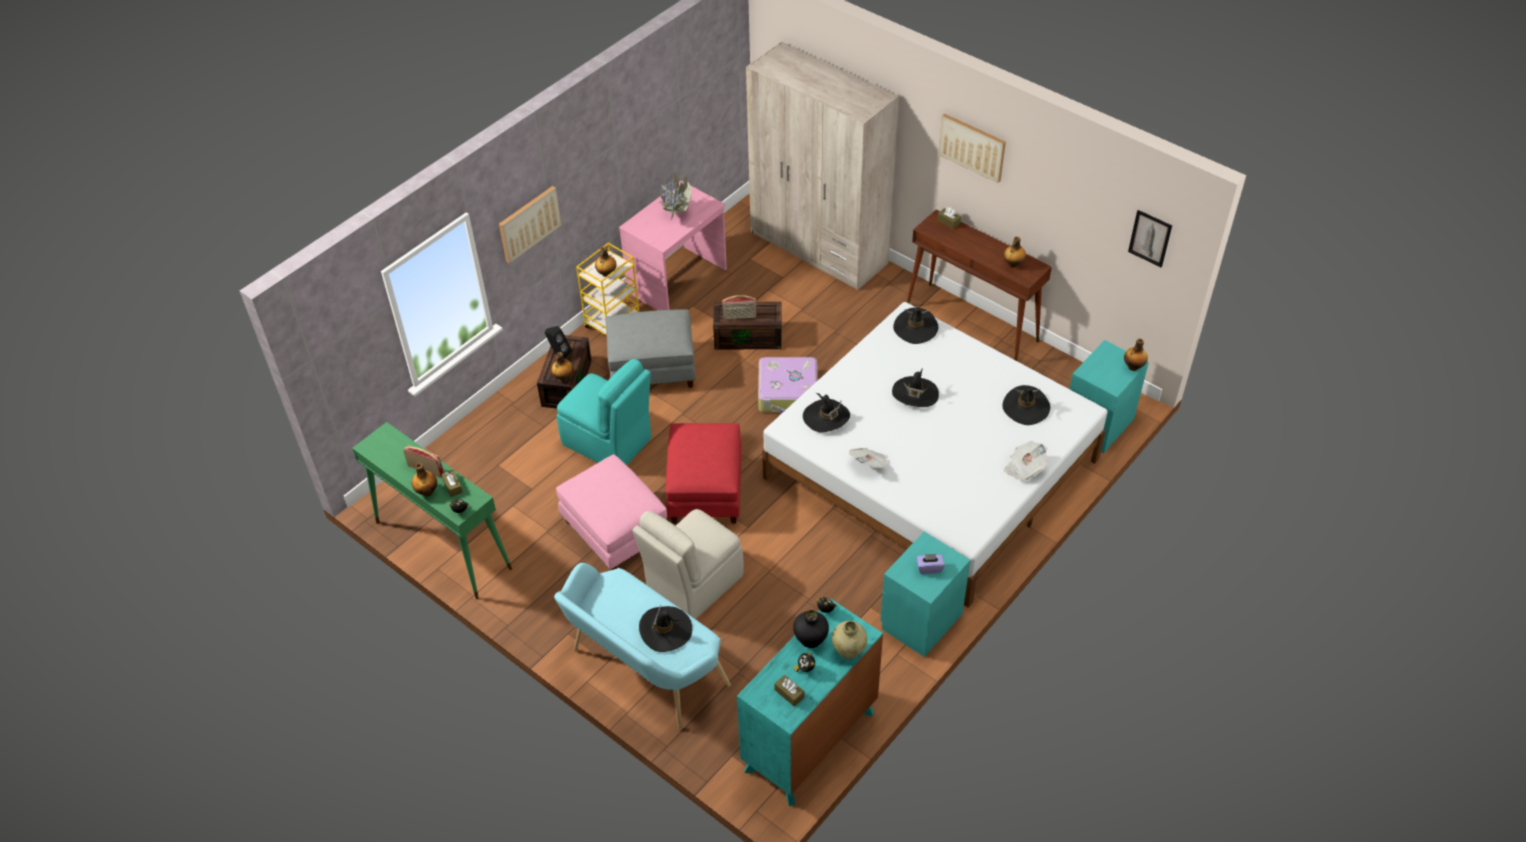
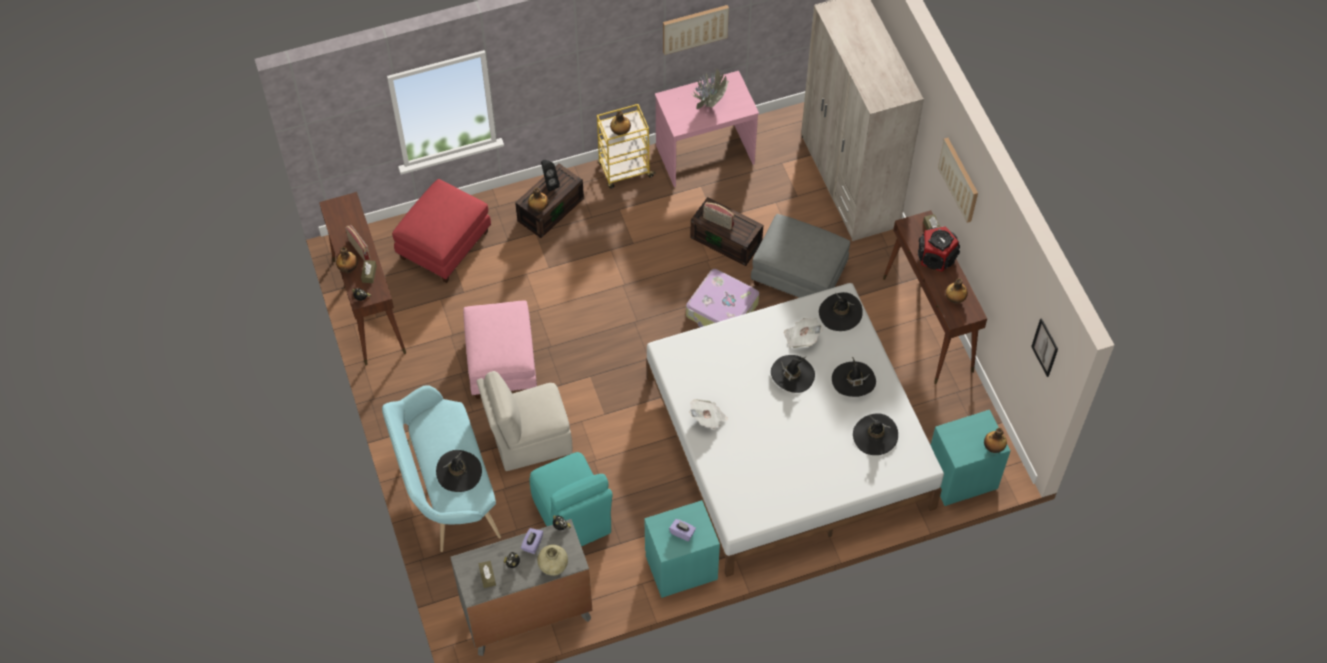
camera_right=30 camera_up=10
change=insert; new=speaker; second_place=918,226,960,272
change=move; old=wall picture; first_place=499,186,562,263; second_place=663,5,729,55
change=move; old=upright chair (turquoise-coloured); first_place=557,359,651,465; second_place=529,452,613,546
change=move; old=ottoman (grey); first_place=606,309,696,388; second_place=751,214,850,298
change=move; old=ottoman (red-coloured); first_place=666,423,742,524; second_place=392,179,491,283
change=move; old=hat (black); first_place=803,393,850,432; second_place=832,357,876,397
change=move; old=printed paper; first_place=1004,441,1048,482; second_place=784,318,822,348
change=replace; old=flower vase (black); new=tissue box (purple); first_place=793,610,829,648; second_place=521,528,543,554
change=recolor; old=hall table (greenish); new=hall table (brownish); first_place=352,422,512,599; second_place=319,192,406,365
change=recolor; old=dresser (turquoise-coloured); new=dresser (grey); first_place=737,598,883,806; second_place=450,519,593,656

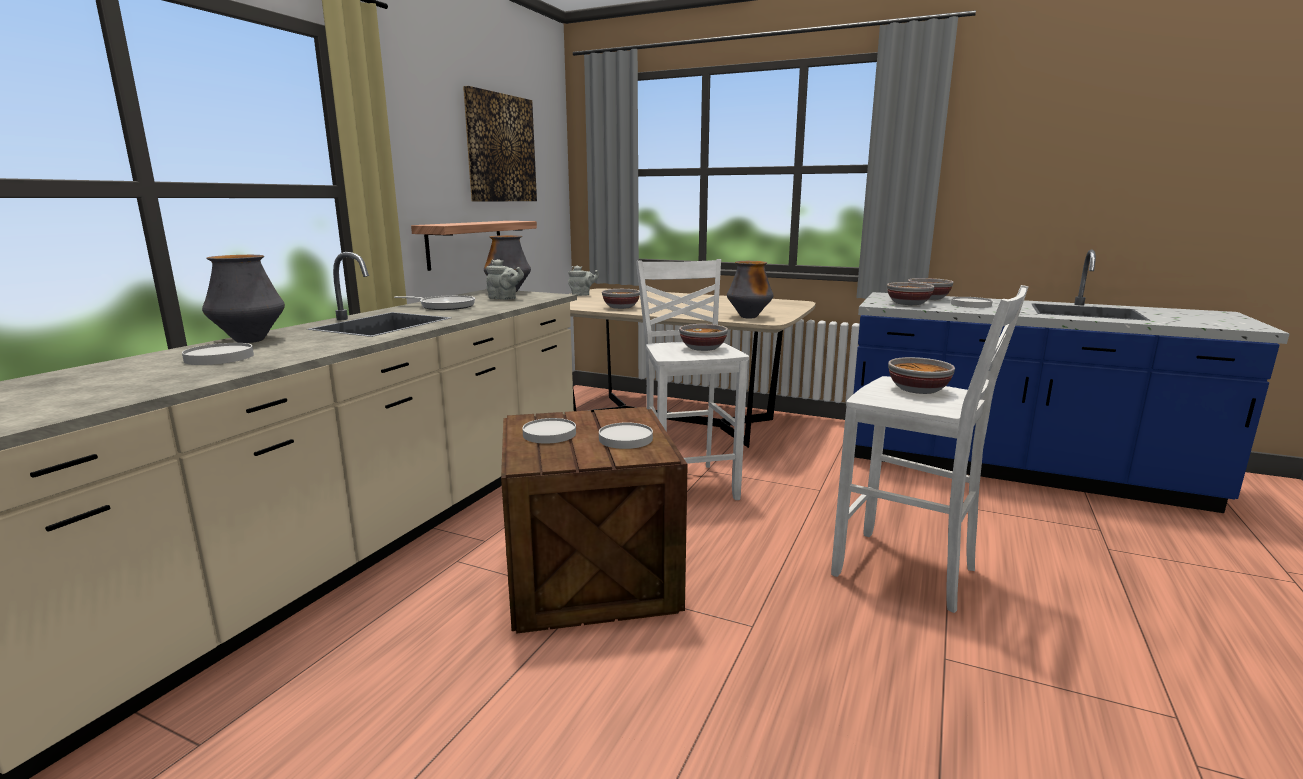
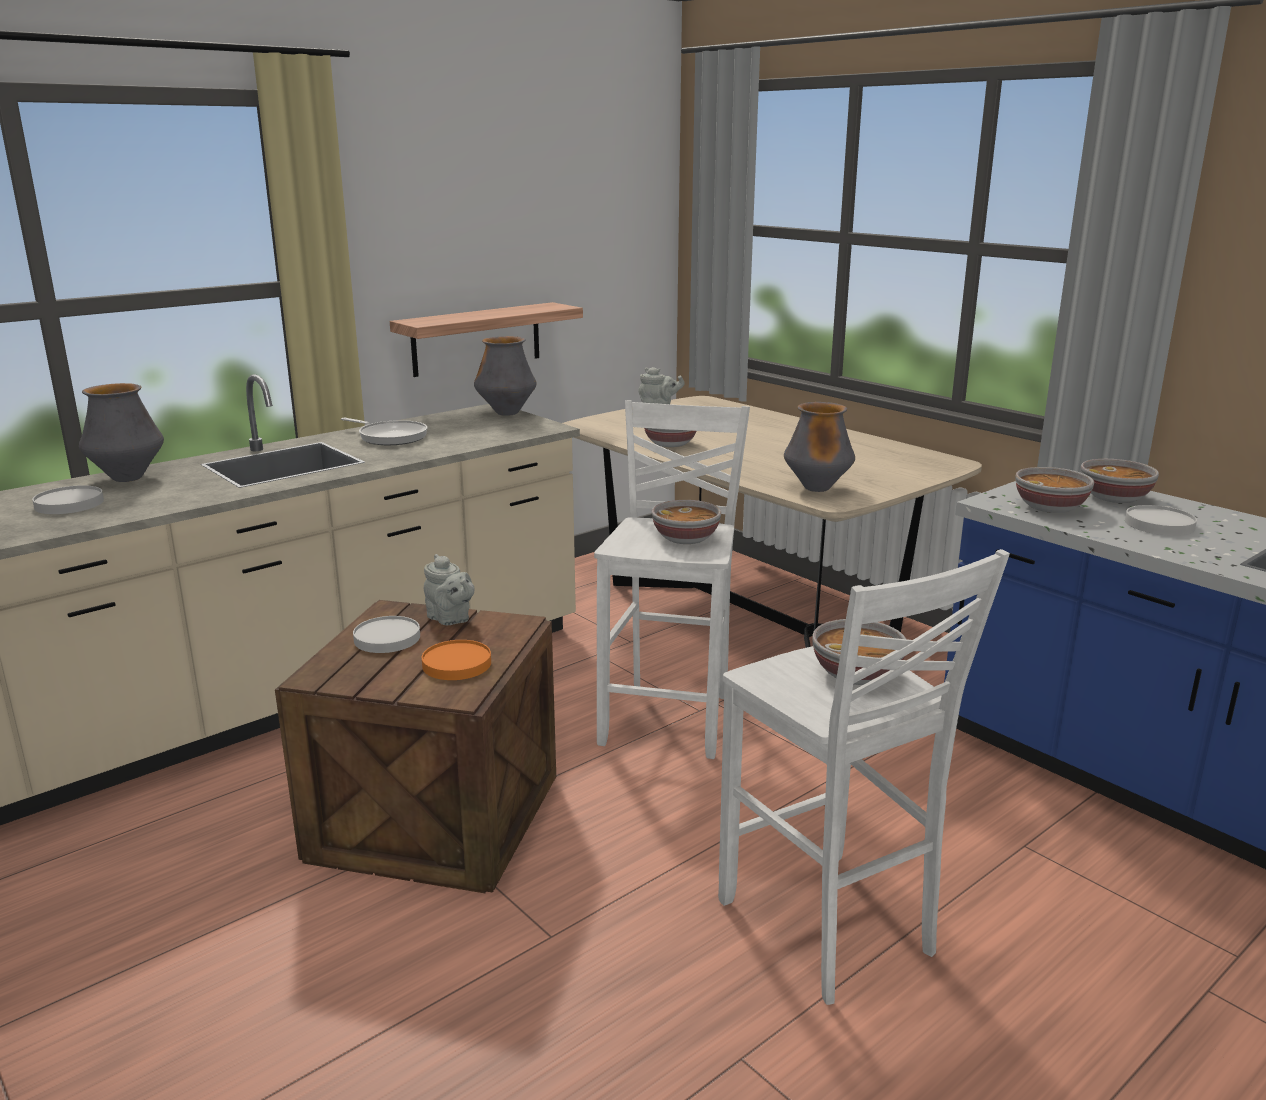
camera_right=25 camera_up=5
change=delete; old=wall picture; first_place=463,86,537,202
change=move; old=pot for tea (grey); first_place=486,259,524,300; second_place=424,554,475,625
change=recolor; old=dinner plate (whitish); new=dinner plate (orange-coloured); first_place=599,422,653,449; second_place=422,640,491,680

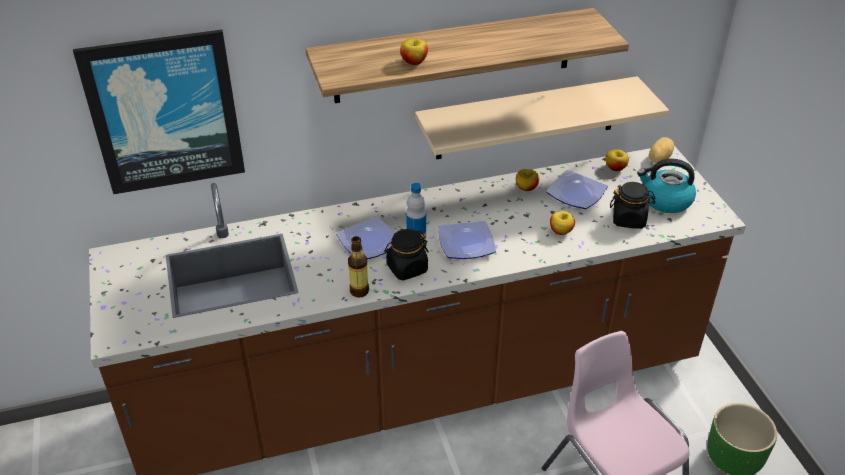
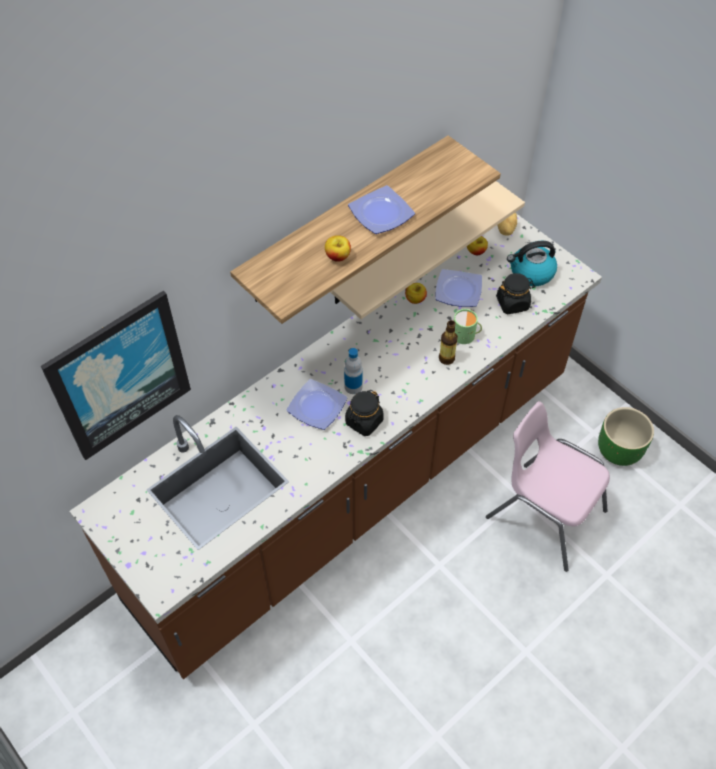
camera_right=-25 camera_up=15
change=move; old=drink bottle; first_place=348,236,369,298; second_place=439,320,458,365
change=move; old=dinner plate; first_place=439,221,496,259; second_place=348,185,415,234
change=replace; old=apple fruit; new=tea mug (greenish); first_place=550,211,575,235; second_place=454,309,482,344

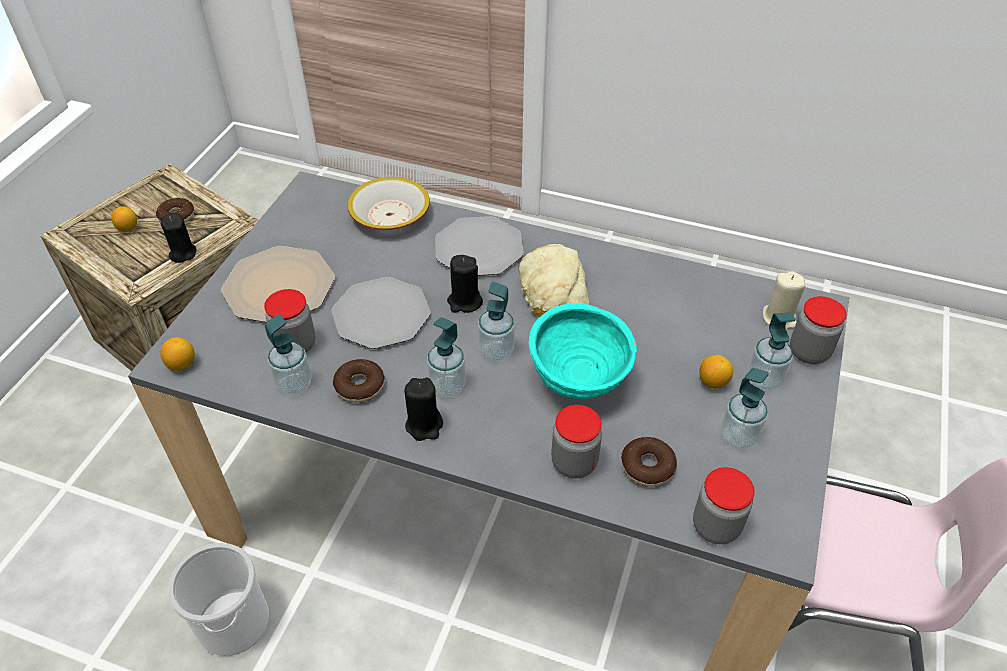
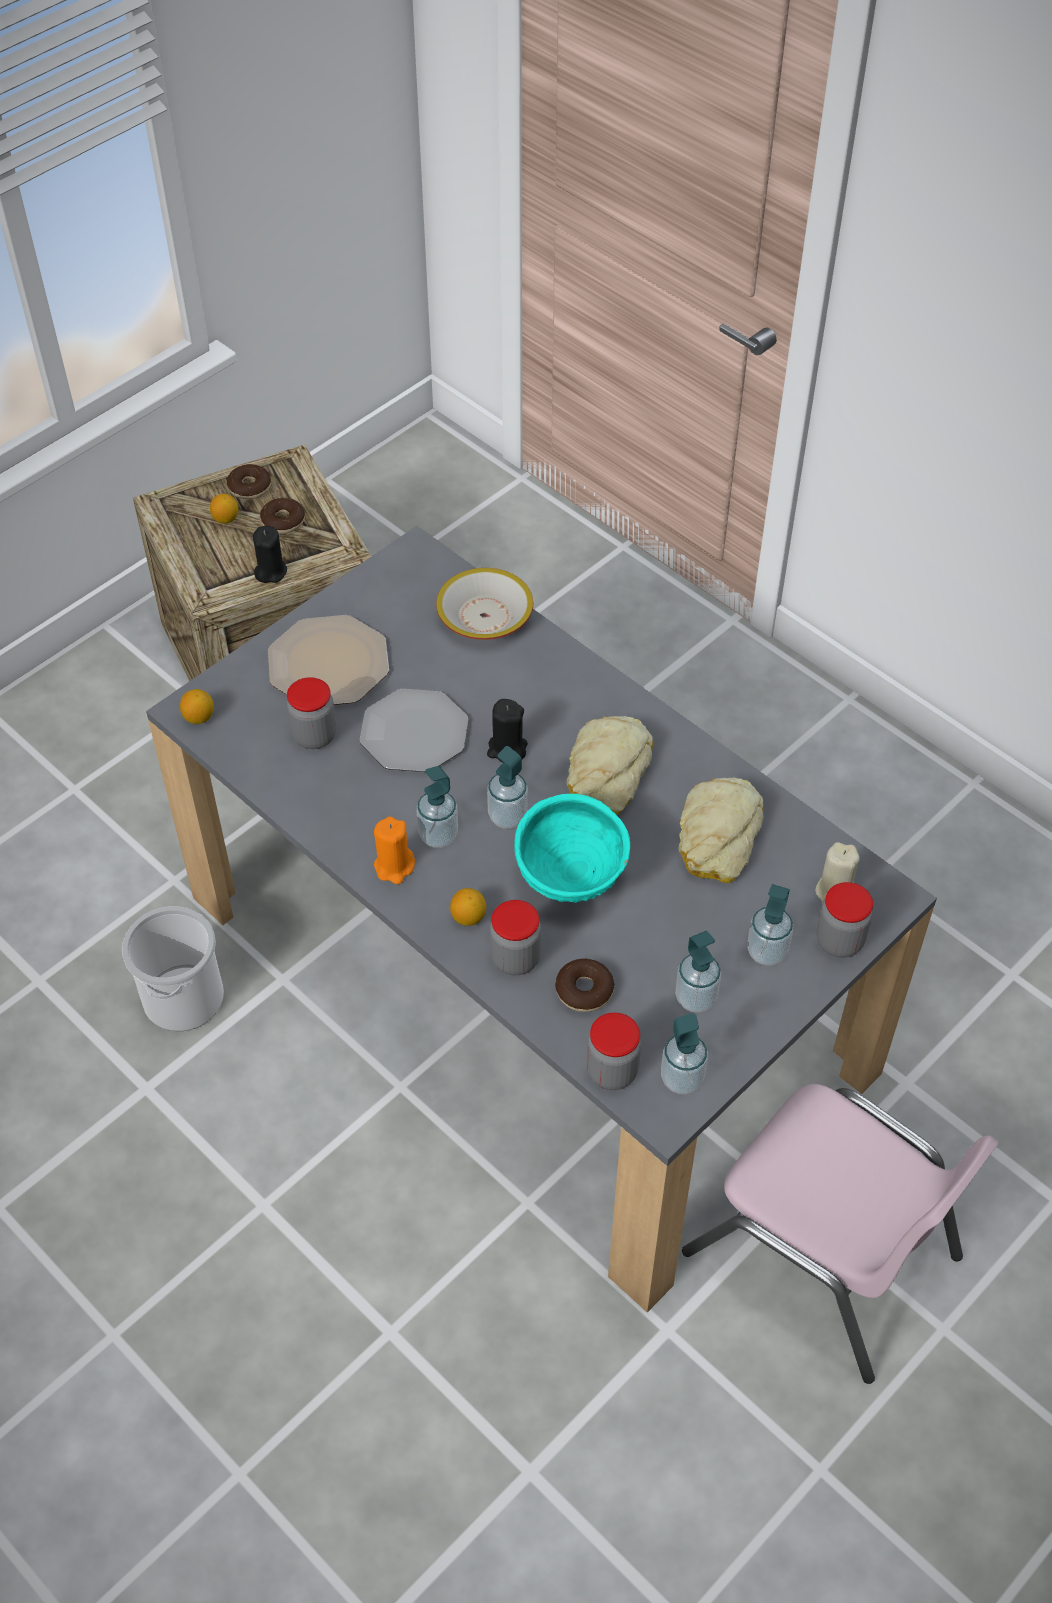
camera_right=25 camera_up=5
change=delete; old=dinner plate; first_place=435,216,524,276
change=insert; new=bread; second_place=679,777,764,883
change=move; old=soap bottle; first_place=265,314,312,395; second_place=661,1013,708,1094
change=move; old=donut; first_place=333,359,385,403; second_place=227,464,271,499
change=move; old=citrus fruit; first_place=699,355,733,389; second_place=450,888,486,926
change=recolor; old=wax candle (black); new=wax candle (orange-coloured); first_place=404,378,443,441; second_place=374,816,415,884

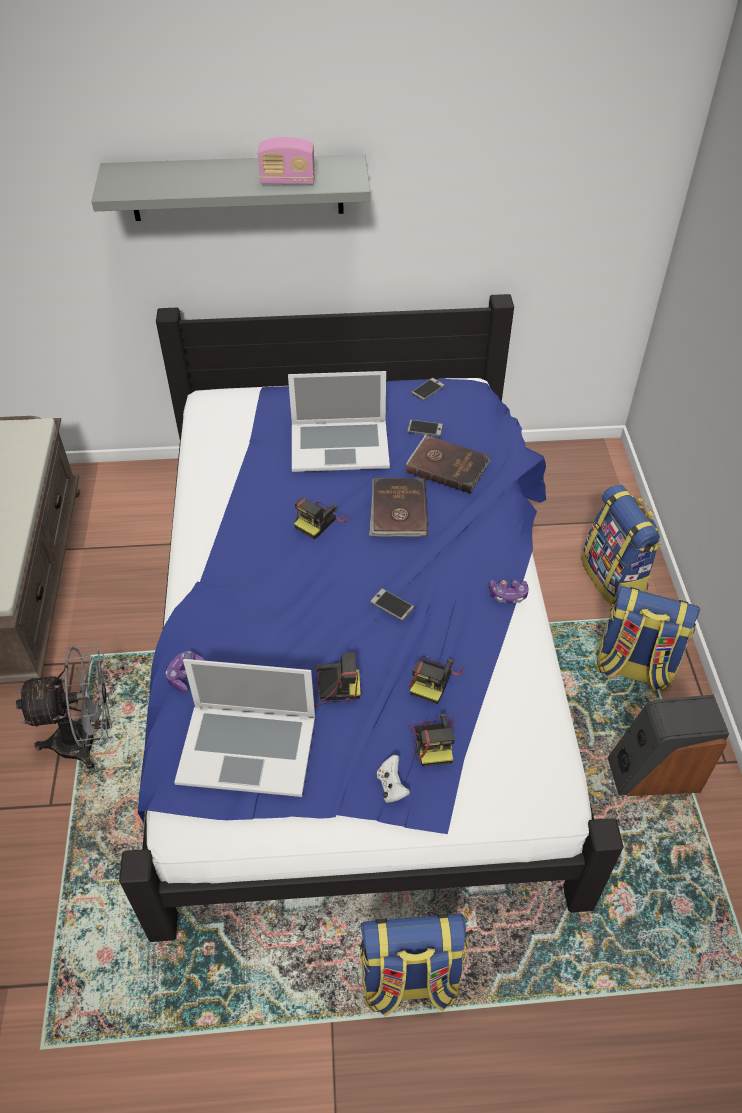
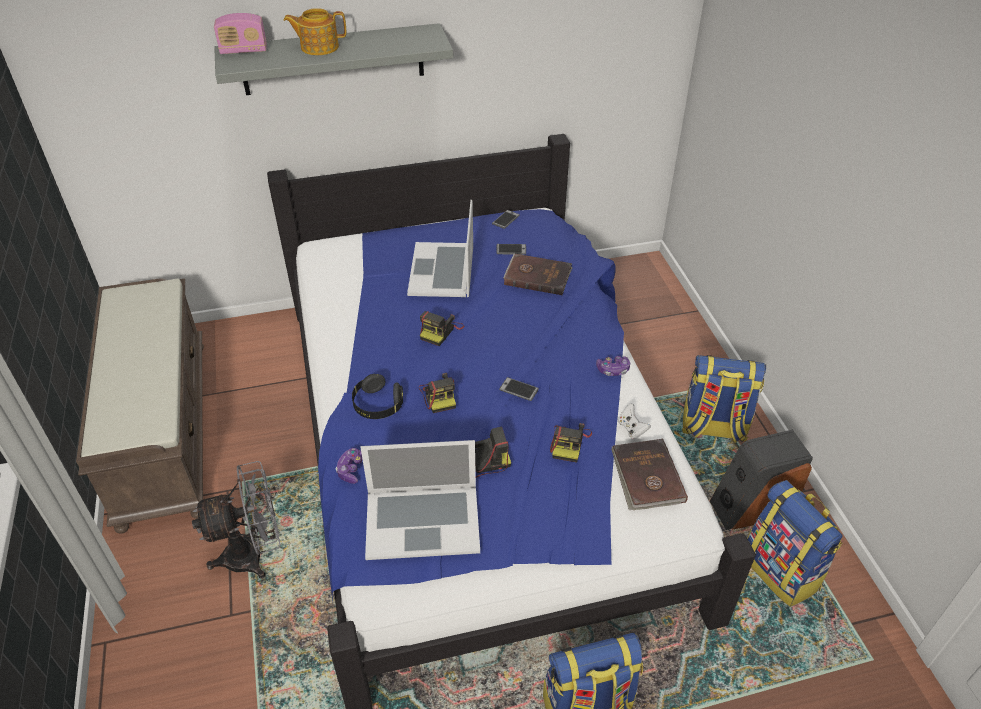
camera_right=-10 camera_up=-5
change=insert; new=pot for tea; second_place=284,8,346,55
change=insert; new=headphones (black); second_place=352,374,403,419
change=move; old=radio set; first_place=258,137,315,185; second_place=214,13,267,54
change=move; old=volume (brownish); first_place=369,478,428,537; second_place=611,439,688,510
change=move; old=joypad (whitish); first_place=377,755,410,803; second_place=618,403,651,439
change=move; old=photo camera; first_place=408,714,455,767; second_place=419,373,456,413
change=move; old=rucksack; first_place=581,485,661,606; second_place=747,480,842,607
change=rotate; old=notebook computer; first_place=288,371,390,472; second_place=407,200,473,297; degrees=105

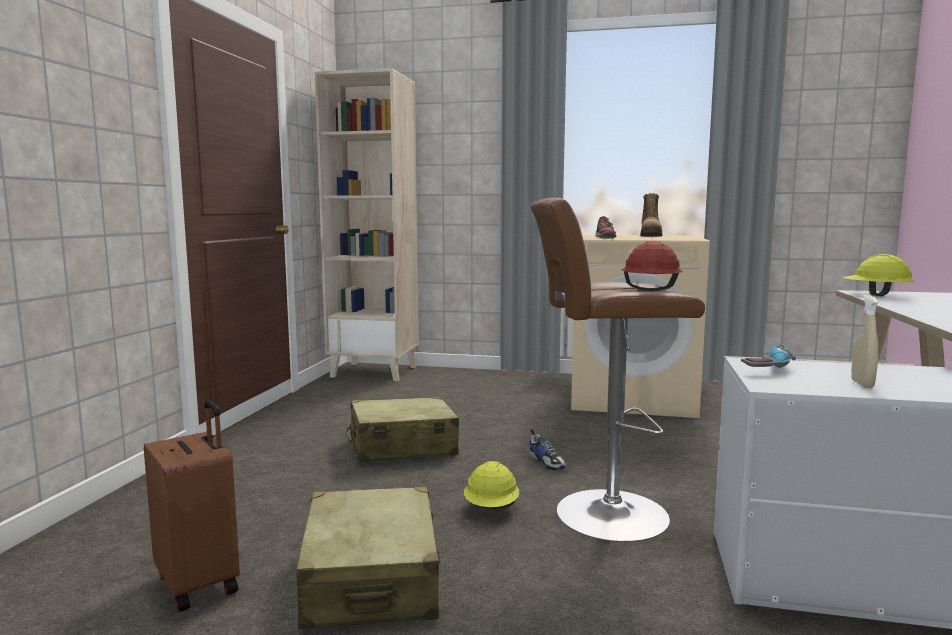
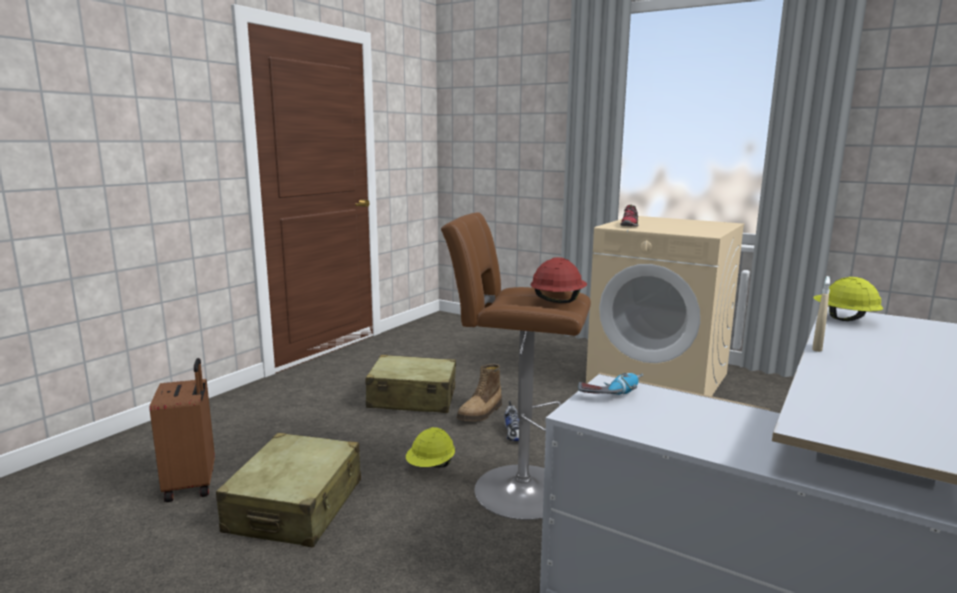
camera_right=20 camera_up=5
change=delete; old=bookcase (sand-coloured); first_place=315,68,419,381
change=move; old=tall boot; first_place=640,193,662,237; second_place=457,364,502,421
change=move; old=sprayer (sand-coloured); first_place=851,295,879,388; second_place=812,276,830,352

